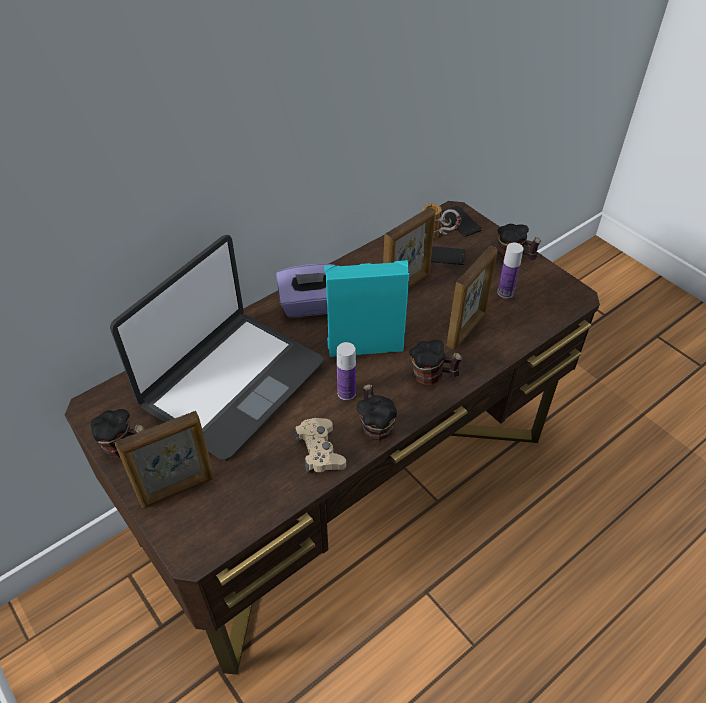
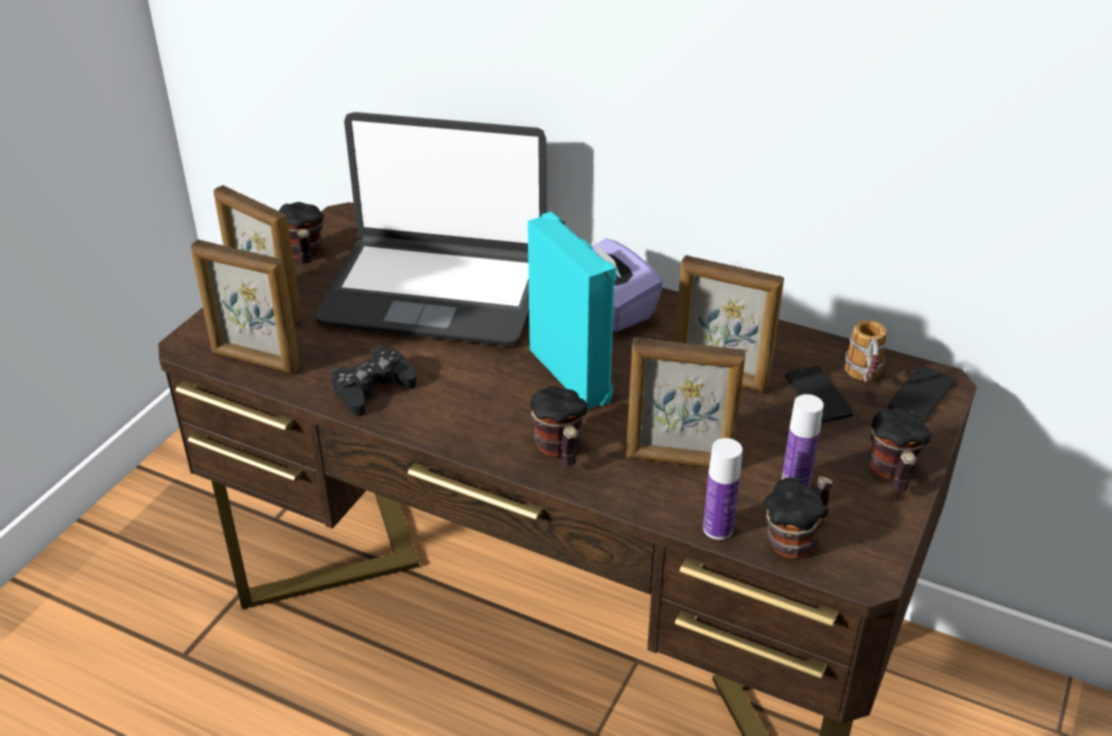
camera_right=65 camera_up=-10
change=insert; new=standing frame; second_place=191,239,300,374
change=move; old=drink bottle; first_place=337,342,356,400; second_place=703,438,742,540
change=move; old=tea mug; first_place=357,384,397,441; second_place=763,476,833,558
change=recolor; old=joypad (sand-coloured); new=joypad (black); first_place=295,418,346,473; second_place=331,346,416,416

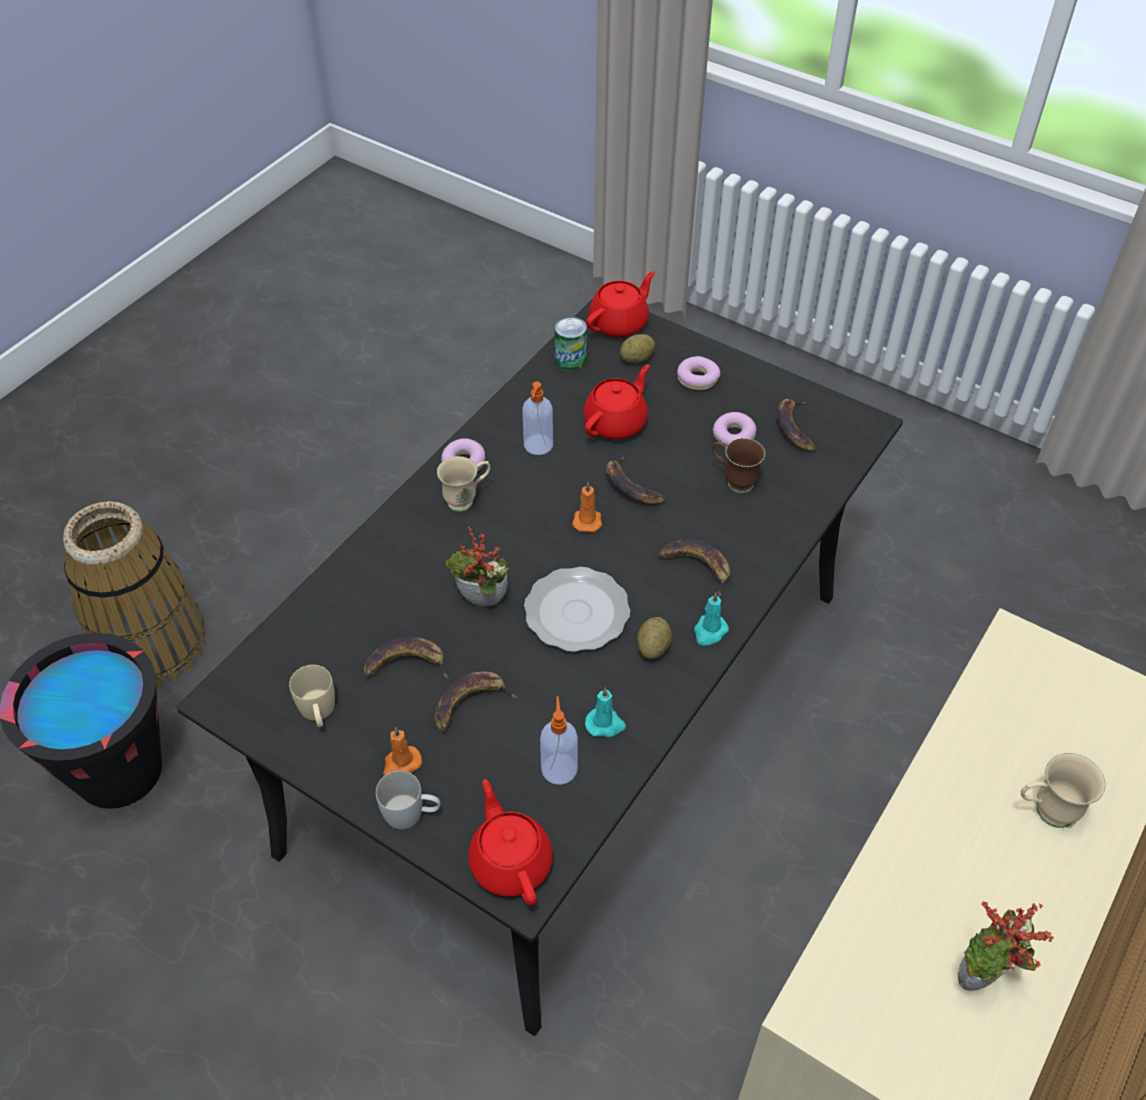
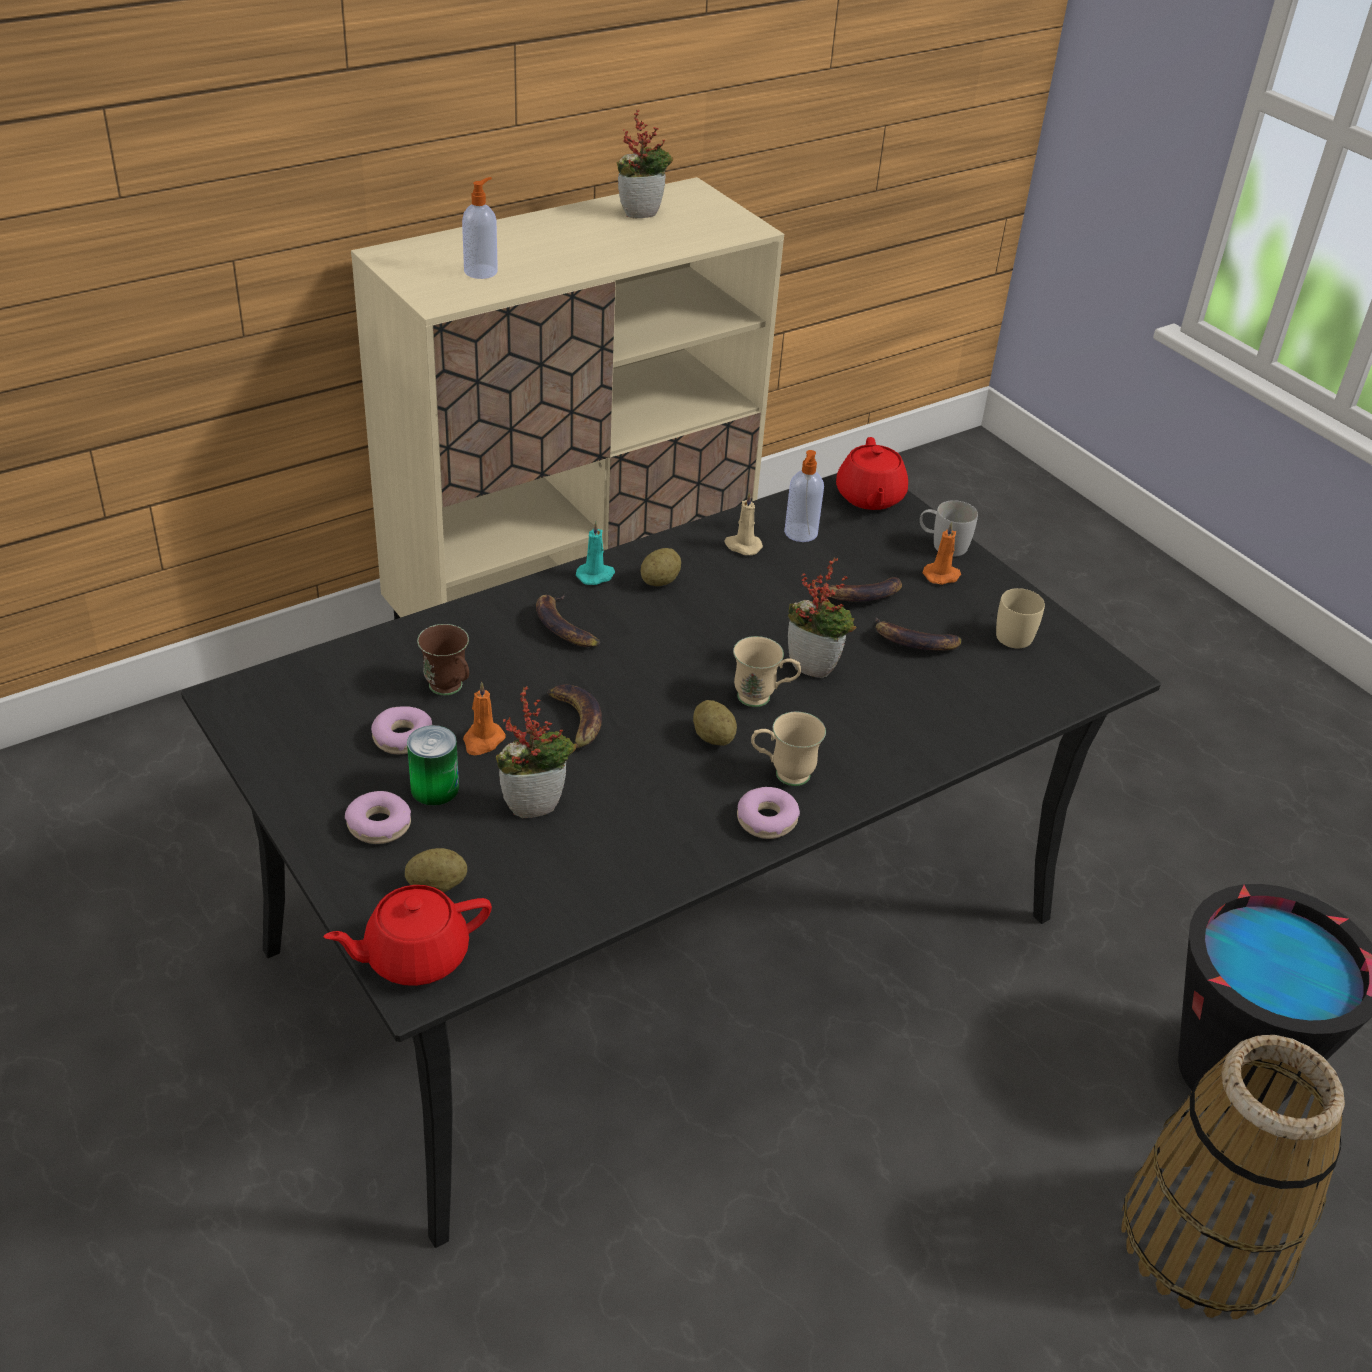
camera_right=-160 camera_up=-10
change=delete; old=dinner plate; first_place=524,567,630,652
change=delete; old=whole banana; first_place=776,399,816,451
change=insert; new=potato; second_place=693,700,737,746
change=move; old=soap bottle; first_place=522,382,553,455; second_place=462,177,498,279
change=move; old=sealed can; first_place=555,317,587,371; second_place=407,725,459,806
change=move; old=wax candle (orange-coloured); first_place=572,482,602,532; second_place=463,682,506,755
change=move; old=tea mug (sand-coloured); first_place=1021,753,1106,828; second_place=733,636,801,707
change=replace; old=pot for tea (red-coloured); new=houseplant; first_place=583,364,650,439; second_place=496,686,576,818
change=recolor; old=wax candle (turquoise-coloured); new=wax candle (sand-coloured); first_place=585,687,626,737; second_place=724,492,763,555

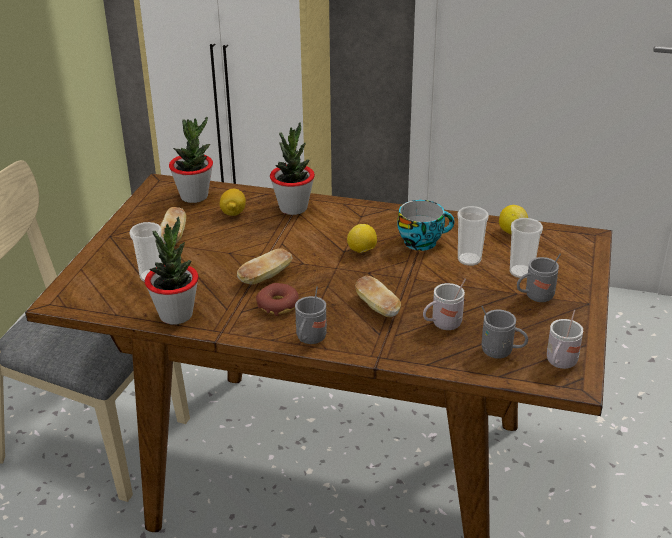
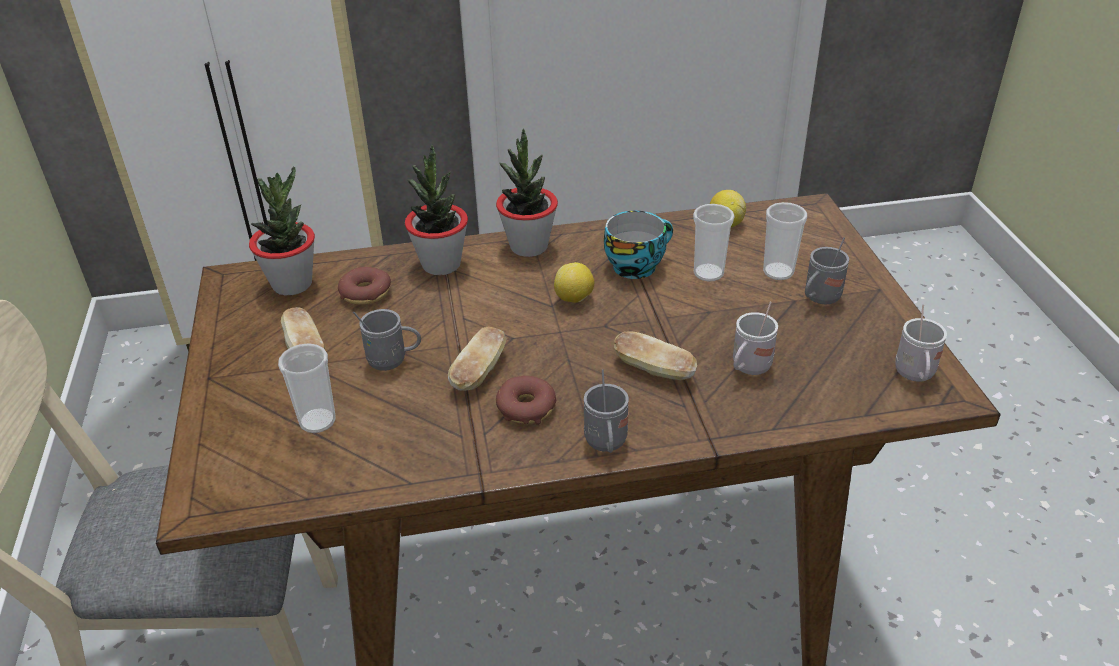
camera_right=-25 camera_up=5
change=move; old=houseplant; first_place=145,217,199,325; second_place=496,129,558,257
change=move; old=tea mug (grey); first_place=481,306,528,359; second_place=353,309,421,371
change=replace; old=citrus fruit; new=donut; first_place=220,189,246,216; second_place=338,267,391,305

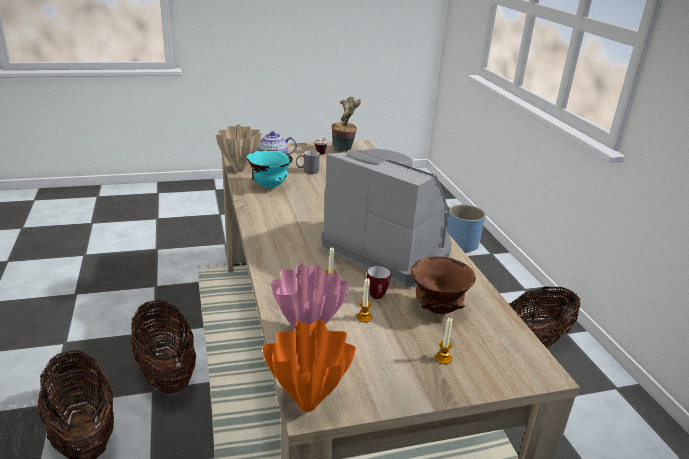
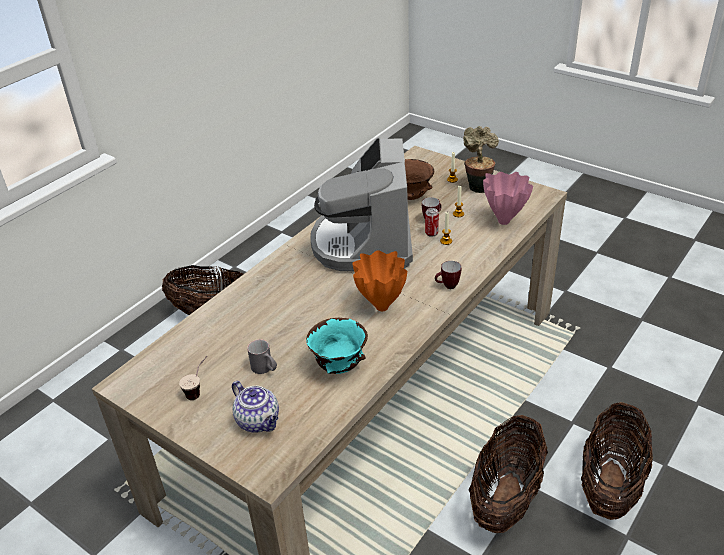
camera_right=-125 camera_up=10
change=delete; old=flower vase (sand-coloured); first_place=215,124,262,172
change=delete; old=planter (blue-coloured); first_place=447,204,486,253
change=insert; new=sealed can; second_place=425,208,439,237
change=insert; new=tea mug; second_place=435,261,461,289
change=move; old=flower vase (orange-coloured); first_place=262,320,356,412; second_place=352,250,407,311
change=move; old=houseplant; first_place=332,97,361,152; second_place=463,126,499,193

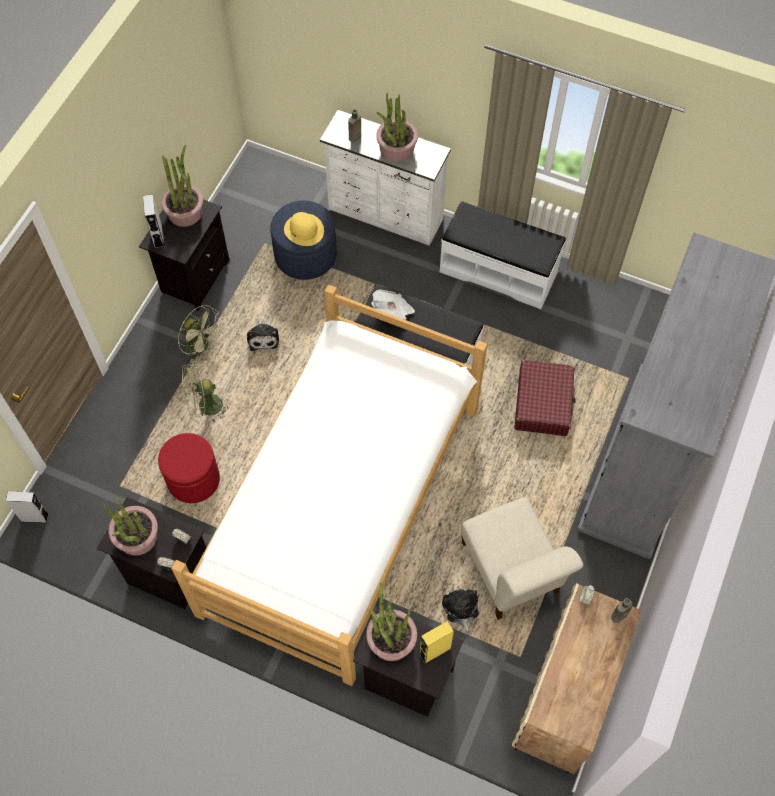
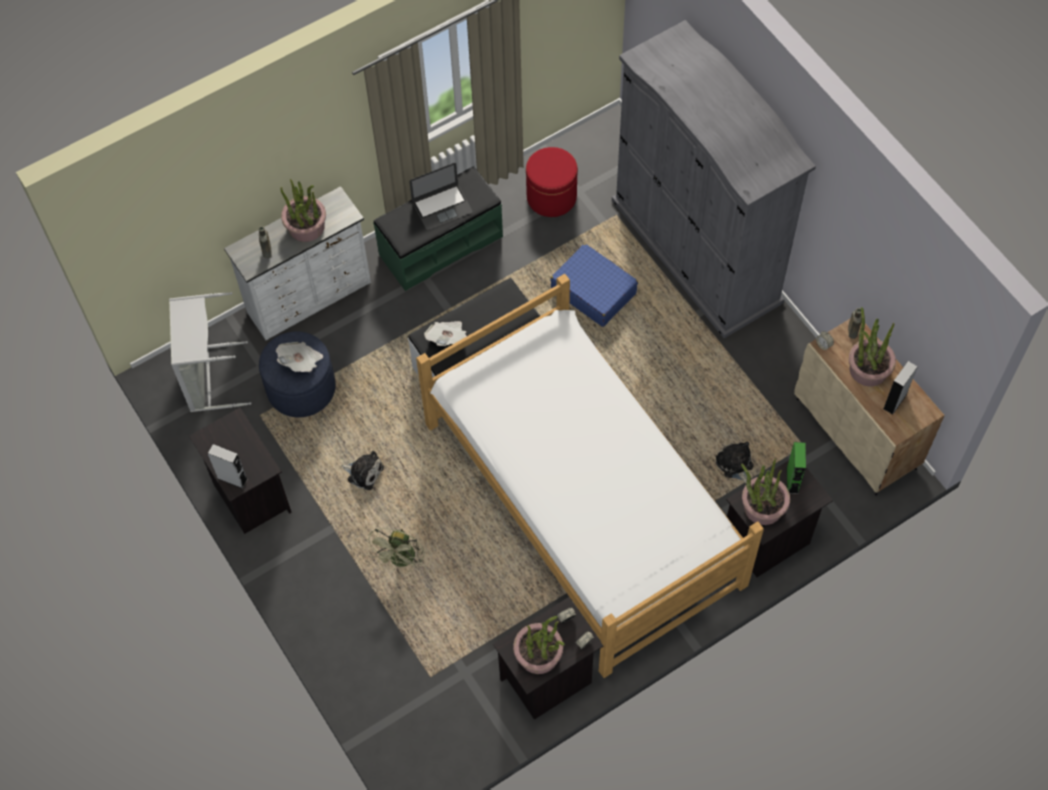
camera_right=-55 camera_up=0
change=delete; old=fan (greenish); first_place=178,305,222,364
change=delete; old=upright chair (sand-coloured); first_place=461,497,583,620
change=insert; new=laundry basket (grey); second_place=169,292,252,412
change=insert; new=notebook computer; second_place=409,163,472,230
change=move; old=speaker (grey); first_place=6,491,49,523; second_place=883,361,918,415
change=move; old=ottoman (red-coloured); first_place=158,433,220,503; second_place=526,147,578,217
change=move; old=houseplant; first_place=161,145,203,227; second_place=849,307,896,387
change=replace; old=hat (yellowish); new=printed paper; first_place=284,212,324,246; second_place=276,342,323,372
change=recolor; old=speaker (yellowish); new=speaker (greenish); first_place=419,621,454,664; second_place=786,442,806,494
change=recolor; old=indoor bench (whitish); new=indoor bench (greenish); first_place=440,201,566,309; second_place=373,166,503,291
change=recolor; old=travel case (red-coloured); new=travel case (blue-coloured); first_place=514,360,576,436; second_place=550,244,638,327
change=rotate; old=cuddly toy; first_place=442,589,479,632; second_place=716,442,753,484; degrees=45

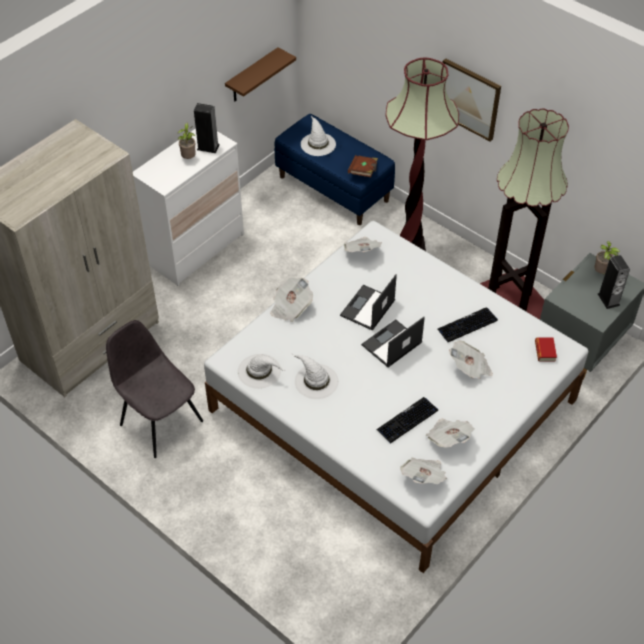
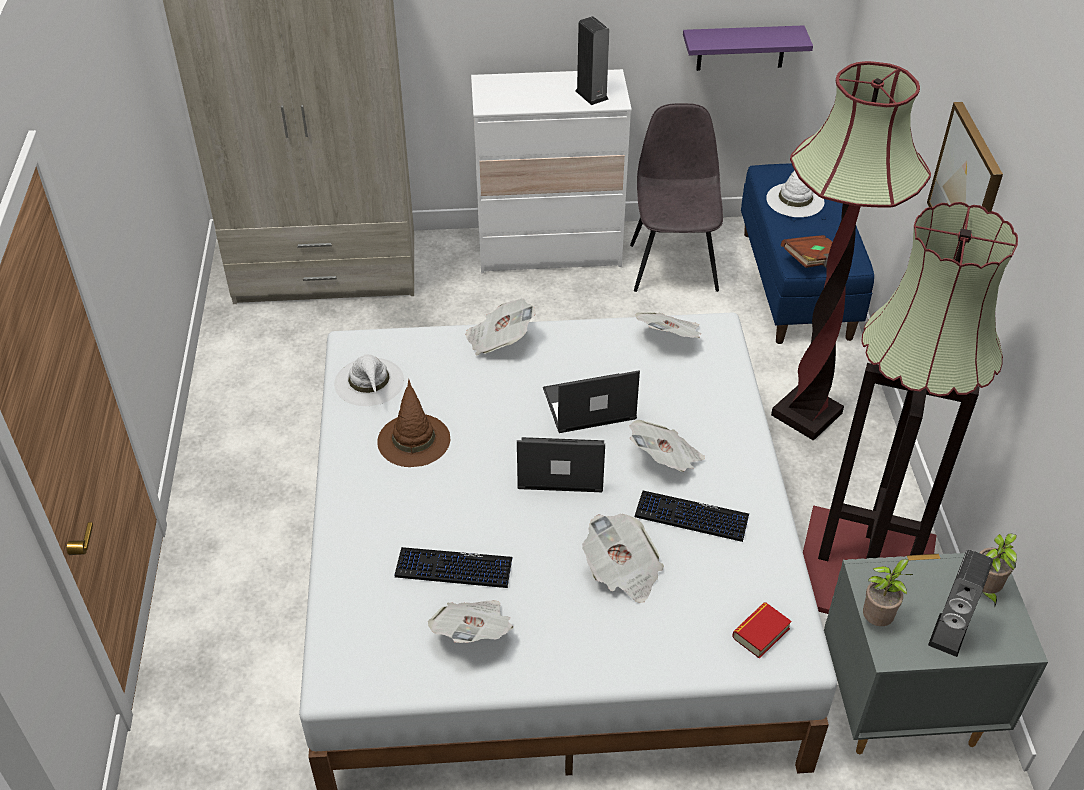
camera_right=45 camera_up=-5
change=move; old=upright chair (grey); first_place=106,320,203,458; second_place=630,103,723,292
change=move; old=houseplant; first_place=178,123,196,159; second_place=863,559,913,626
change=move; old=printed paper; first_place=400,458,447,484; second_place=629,420,705,472
change=recolor; old=shelf (brownish); new=shelf (purple); first_place=225,47,296,101; second_place=683,25,813,71
change=recolor; old=hat (whitish); new=hat (brownish); first_place=292,354,339,399; second_place=377,379,450,467

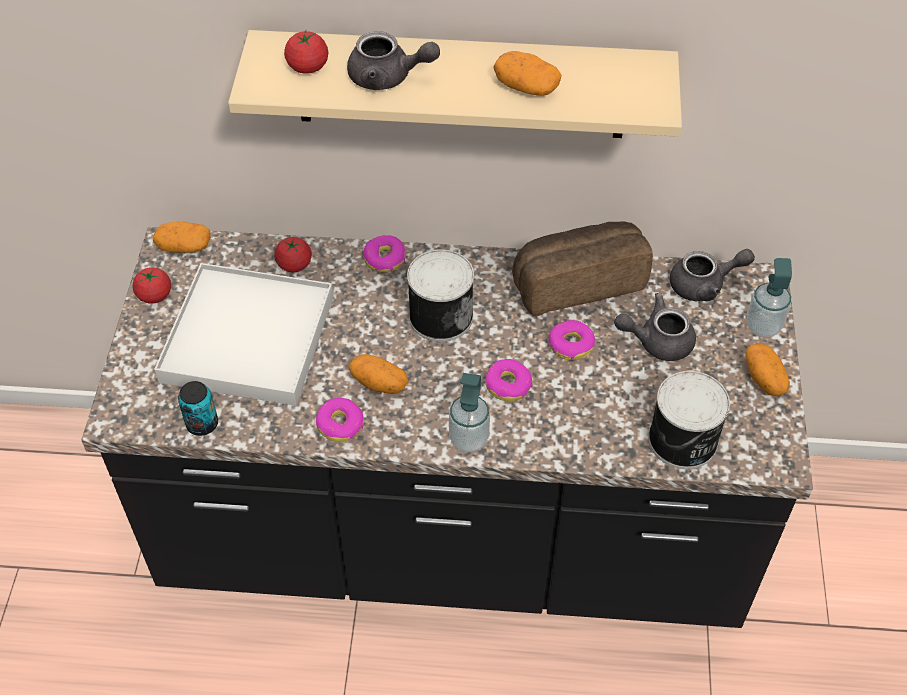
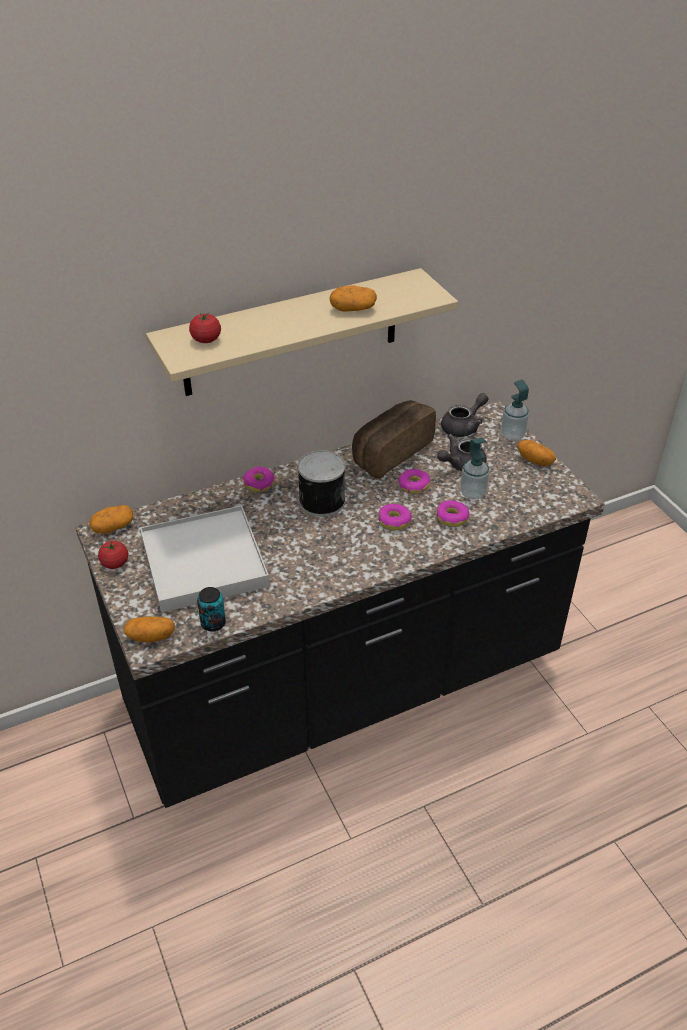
camera_right=-30 camera_up=-10
change=delete; old=tomato; first_place=274,237,312,272
change=delete; old=pot for tea (grey); first_place=347,31,440,90
change=delete; old=sealed can; first_place=648,371,730,469
change=move; old=donut; first_place=316,398,364,442; second_place=437,500,470,527
change=move; old=potato; first_place=349,354,409,394; second_place=124,617,175,643
change=move; old=soap bottle; first_place=449,373,490,452; second_place=460,438,490,500

